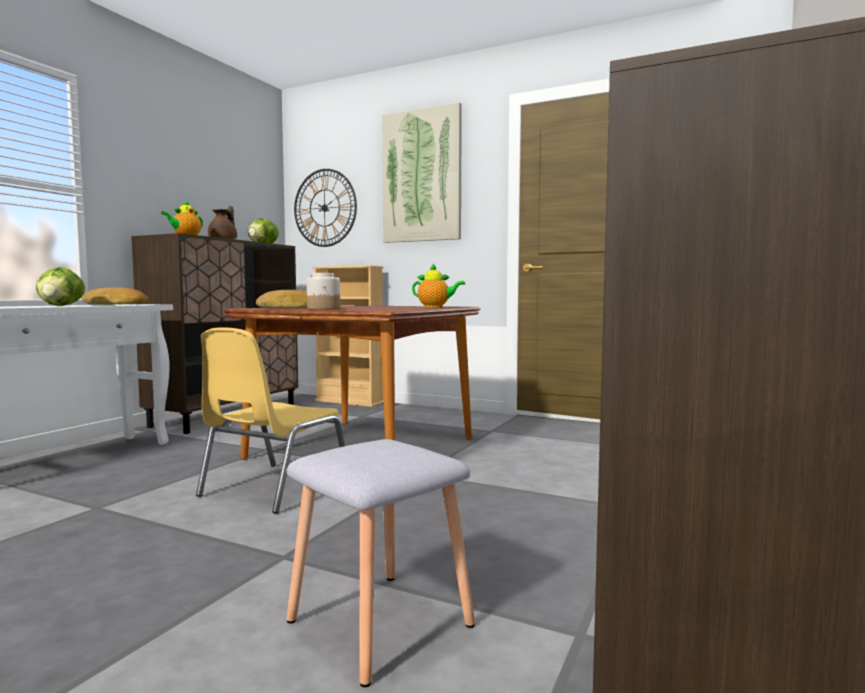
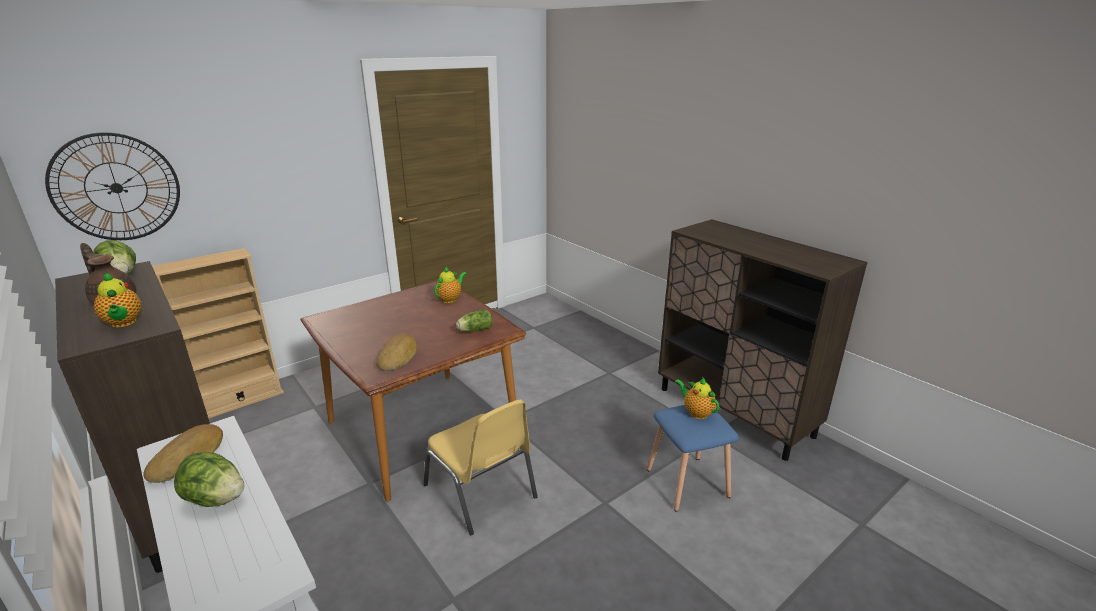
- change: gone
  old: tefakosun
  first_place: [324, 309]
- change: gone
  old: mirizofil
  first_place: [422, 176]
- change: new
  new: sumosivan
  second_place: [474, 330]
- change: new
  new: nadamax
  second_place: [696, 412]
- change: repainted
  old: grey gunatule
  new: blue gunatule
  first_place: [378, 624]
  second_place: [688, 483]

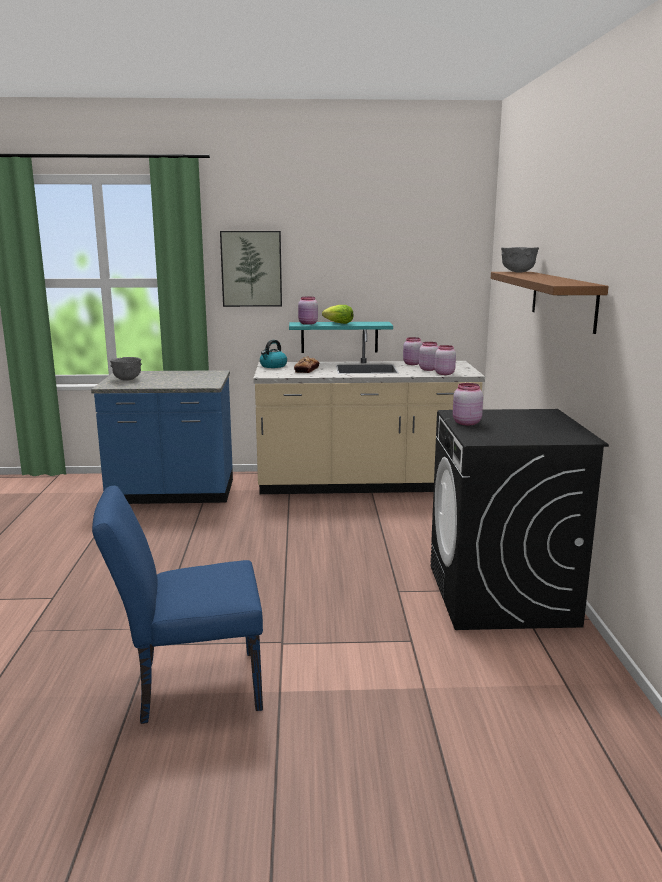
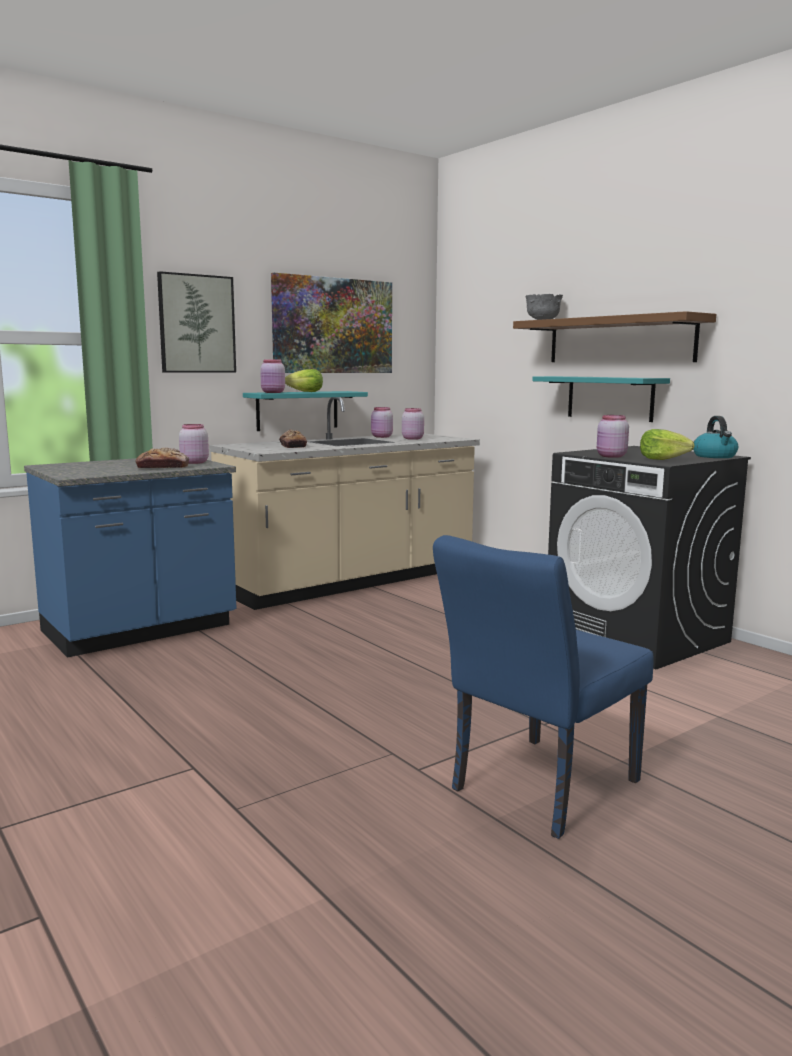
- change: gone
  old: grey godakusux
  first_place: [127, 380]
- change: new
  new: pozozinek
  second_place: [163, 467]
- change: new
  new: mirizofil
  second_place: [333, 326]
- change: new
  new: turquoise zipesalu
  second_place: [610, 398]
- change: new
  new: sumosivan
  second_place: [662, 459]
- change: shifted
  old: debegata
  first_place: [273, 366]
  second_place: [715, 456]
- change: shifted
  old: pink tefakosun
  first_place: [444, 373]
  second_place: [194, 462]

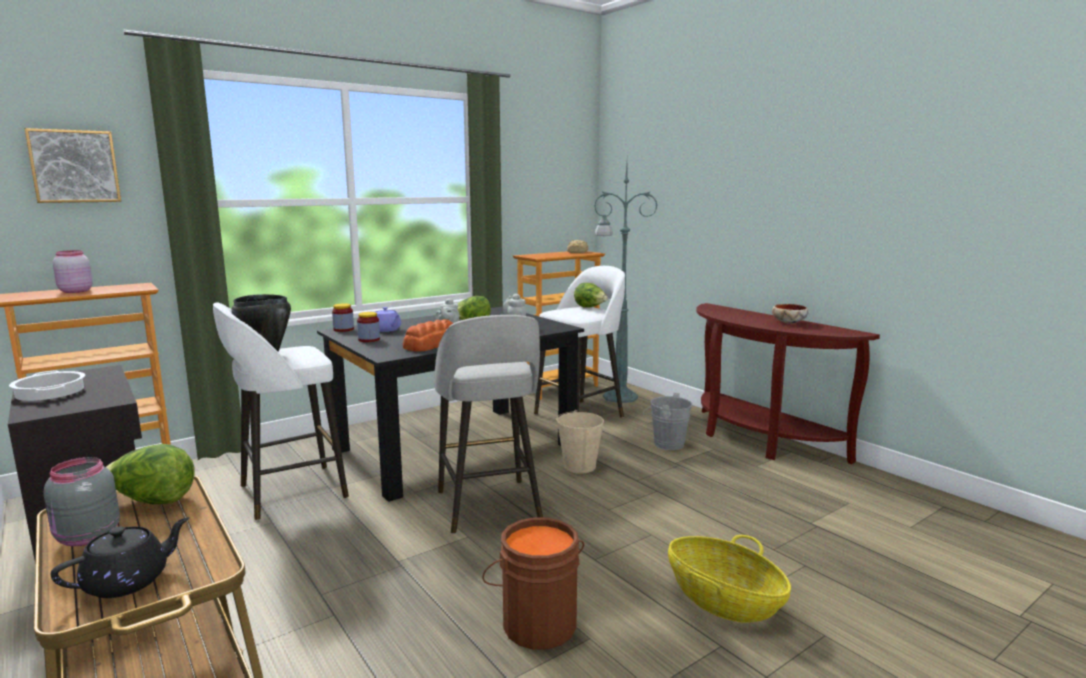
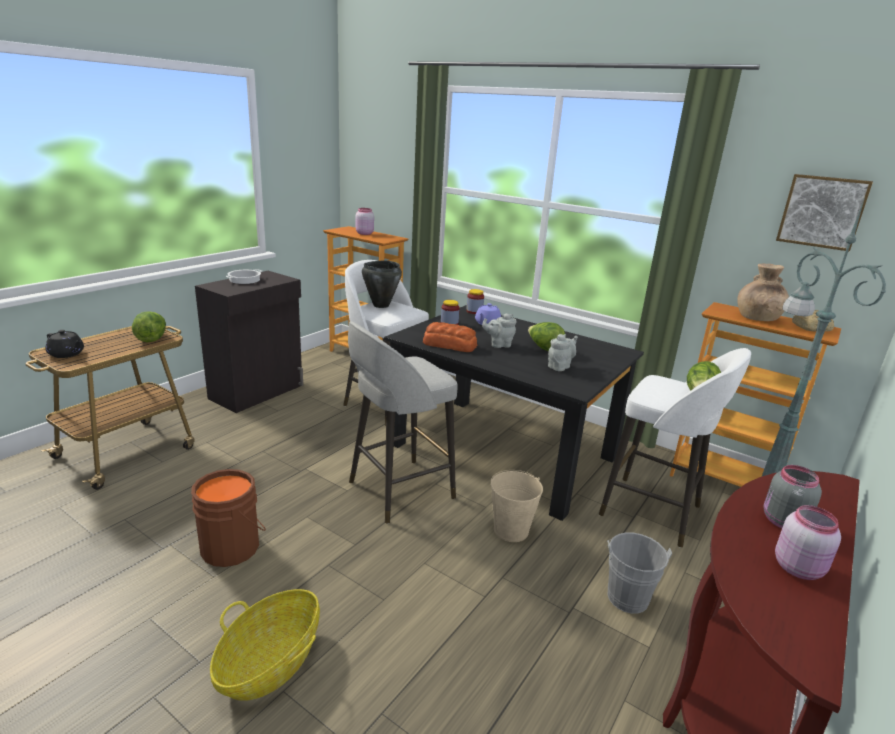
- change: new
  new: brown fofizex
  second_place: [757, 318]
- change: shifted
  old: mirizofil
  first_place: [74, 166]
  second_place: [822, 211]
- change: shifted
  old: grey tefakosun
  first_place: [86, 537]
  second_place: [782, 521]
- change: swapped
  old: godakusux
  new: pink tefakosun
  first_place: [789, 322]
  second_place: [799, 568]

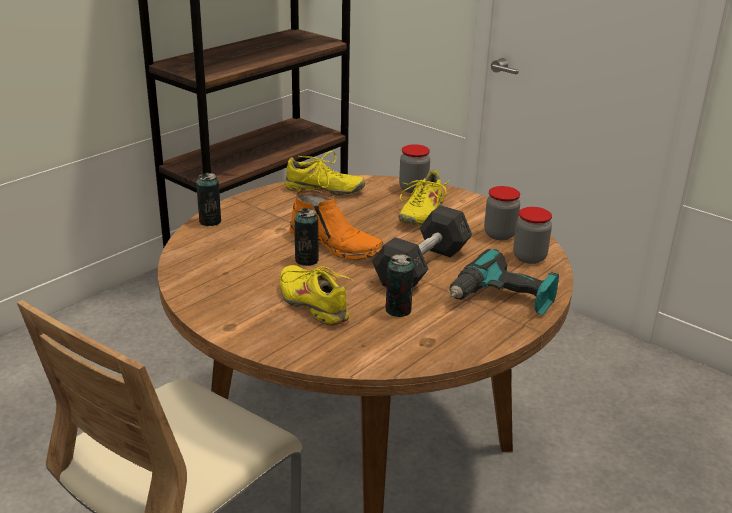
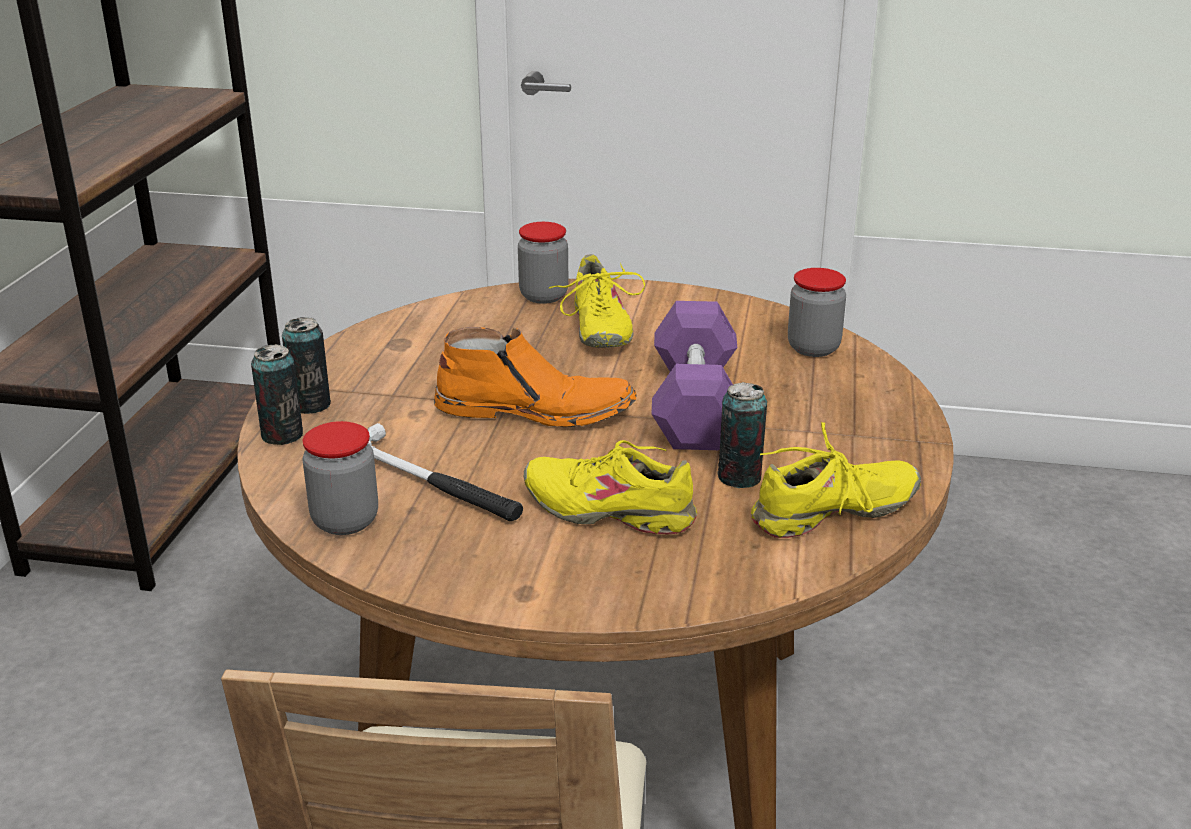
- change: gone
  old: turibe
  first_place: [502, 299]
- change: new
  new: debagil
  second_place: [428, 484]
- change: shifted
  old: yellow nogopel
  first_place: [324, 190]
  second_place: [834, 513]
- change: shifted
  old: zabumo
  first_place: [306, 260]
  second_place: [310, 405]
- change: shifted
  old: tefakosun
  first_place: [499, 234]
  second_place: [345, 521]
- change: repainted
  old: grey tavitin
  new: purple tavitin
  first_place: [422, 267]
  second_place: [695, 404]

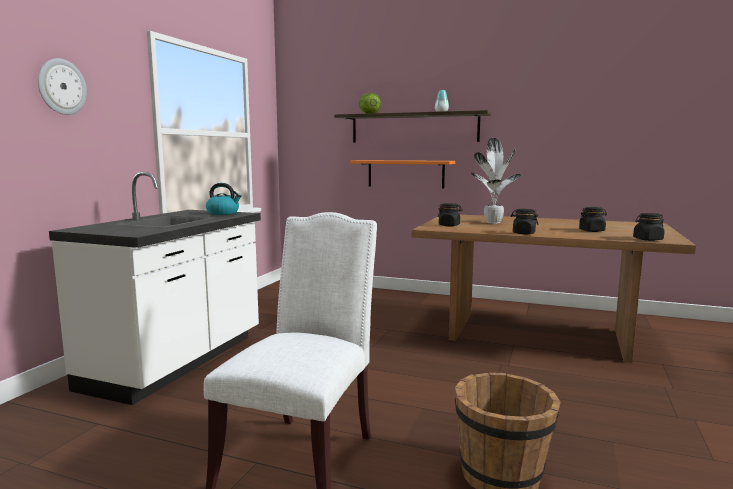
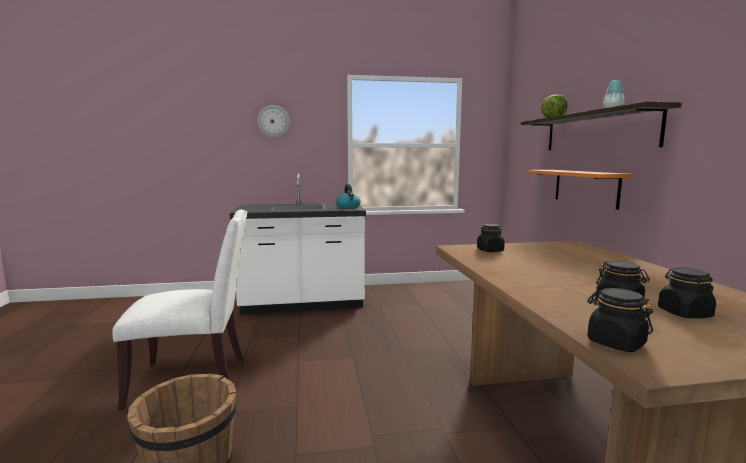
- change: gone
  old: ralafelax
  first_place: [493, 222]
- change: shifted
  old: black tefakosun
  first_place: [523, 233]
  second_place: [684, 313]

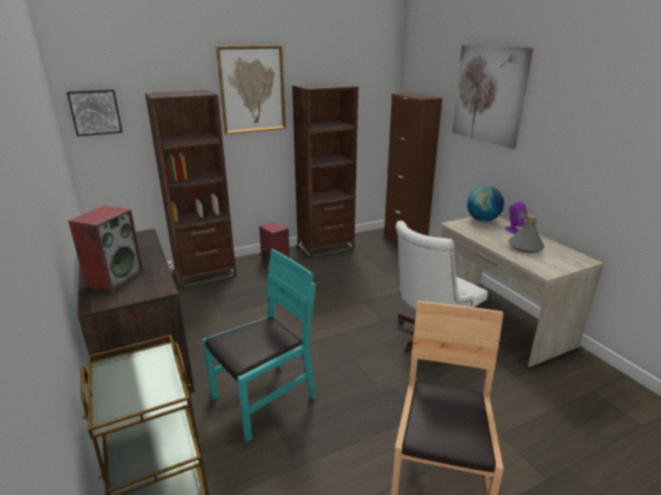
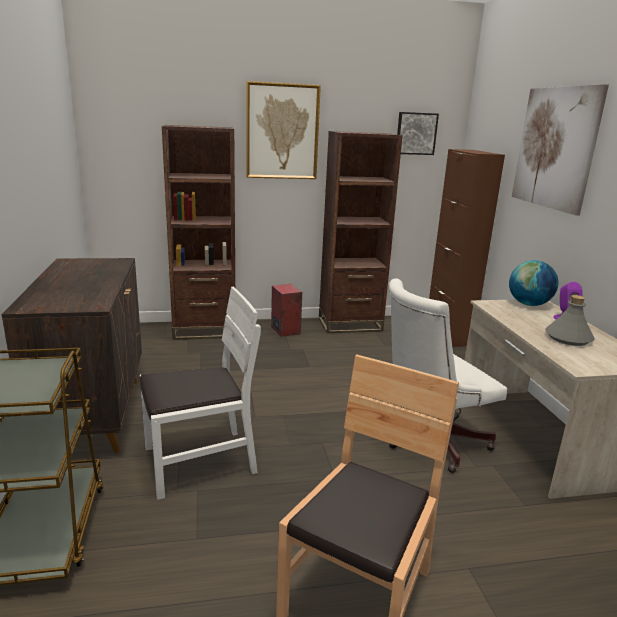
- change: gone
  old: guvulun
  first_place: [115, 278]
- change: shifted
  old: mirizofil
  first_place: [95, 112]
  second_place: [416, 133]
- change: repainted
  old: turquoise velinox
  new: white velinox
  first_place: [264, 399]
  second_place: [199, 461]

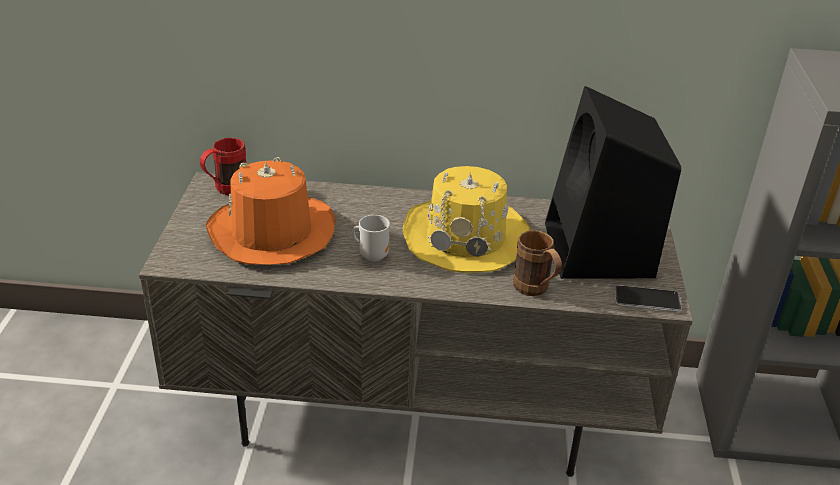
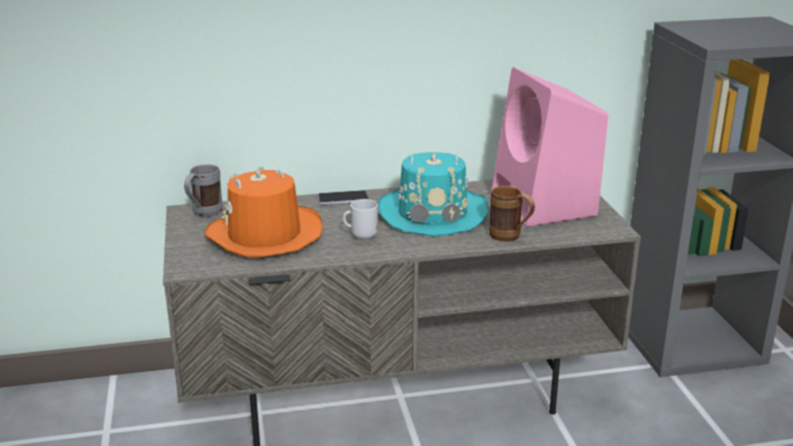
- change: shifted
  old: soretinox
  first_place: [647, 300]
  second_place: [343, 199]
- change: repainted
  old: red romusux
  new: grey romusux
  first_place: [225, 190]
  second_place: [203, 214]
- change: repainted
  old: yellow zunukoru
  new: turquoise zunukoru
  first_place: [466, 236]
  second_place: [433, 213]
- change: repainted
  old: black guvulun
  new: pink guvulun
  first_place: [600, 252]
  second_place: [545, 206]

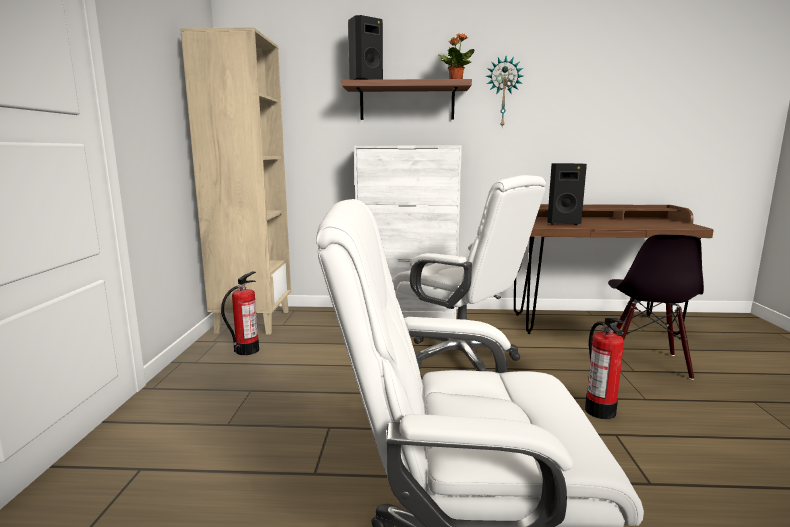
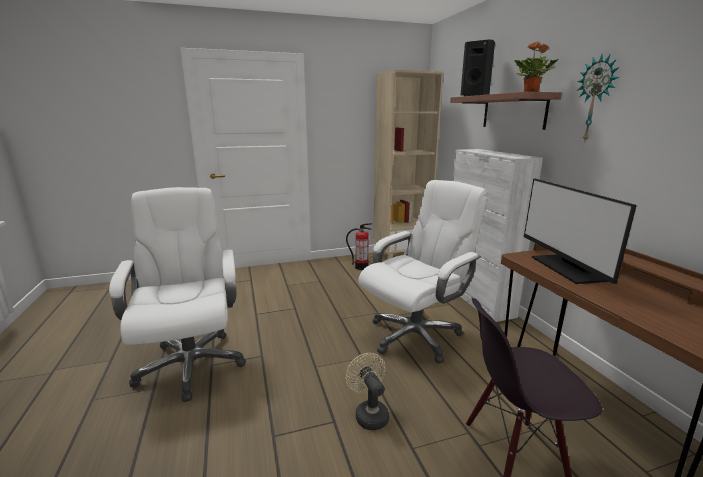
- change: swapped
  old: black guvulun
  new: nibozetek
  first_place: [562, 223]
  second_place: [568, 268]
- change: swapped
  old: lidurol
  new: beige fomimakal
  first_place: [600, 411]
  second_place: [369, 413]
- change: rotated
  old: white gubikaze
  first_place: [461, 357]
  second_place: [415, 335]
  degrees: -150

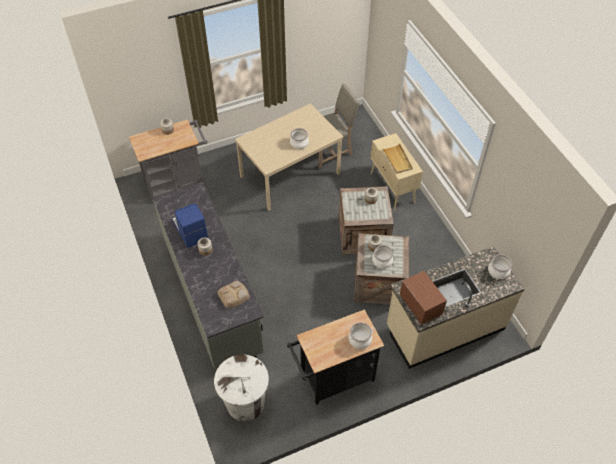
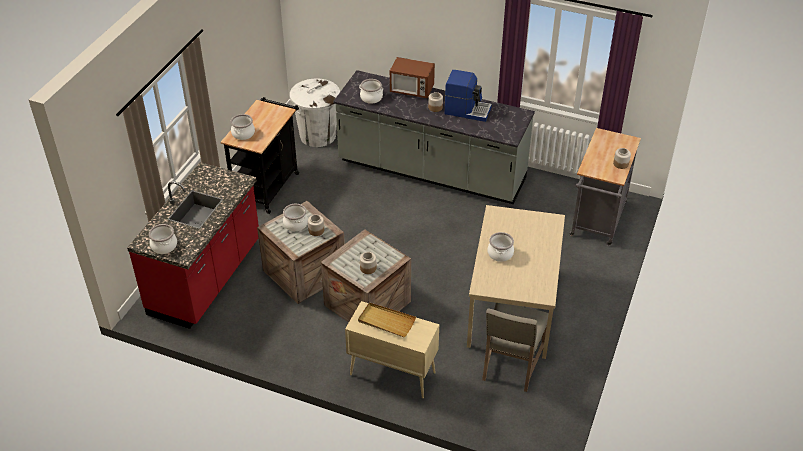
- change: shifted
  old: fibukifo
  first_place: [421, 305]
  second_place: [411, 90]
- change: swapped
  old: pozozinek
  new: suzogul
  first_place: [234, 295]
  second_place: [371, 98]
- change: repainted
  old: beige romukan
  new: red romukan
  first_place: [444, 327]
  second_place: [207, 278]

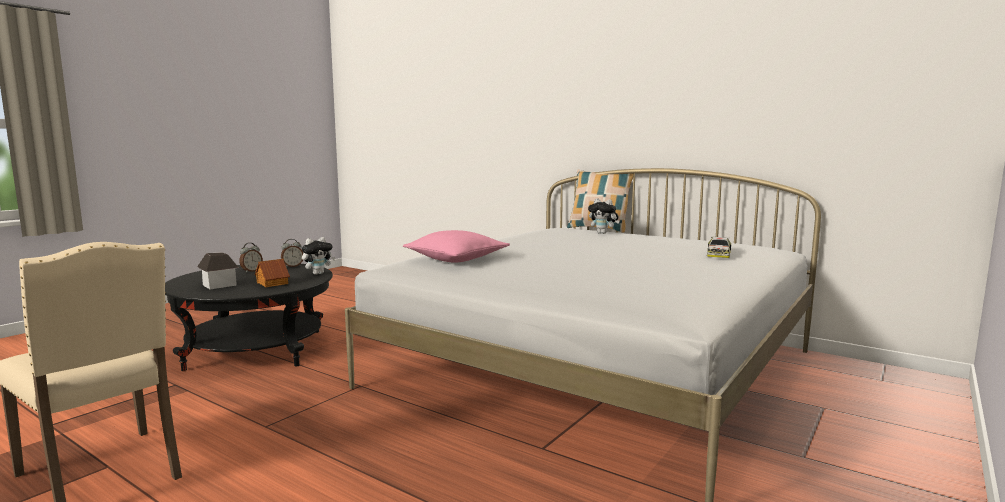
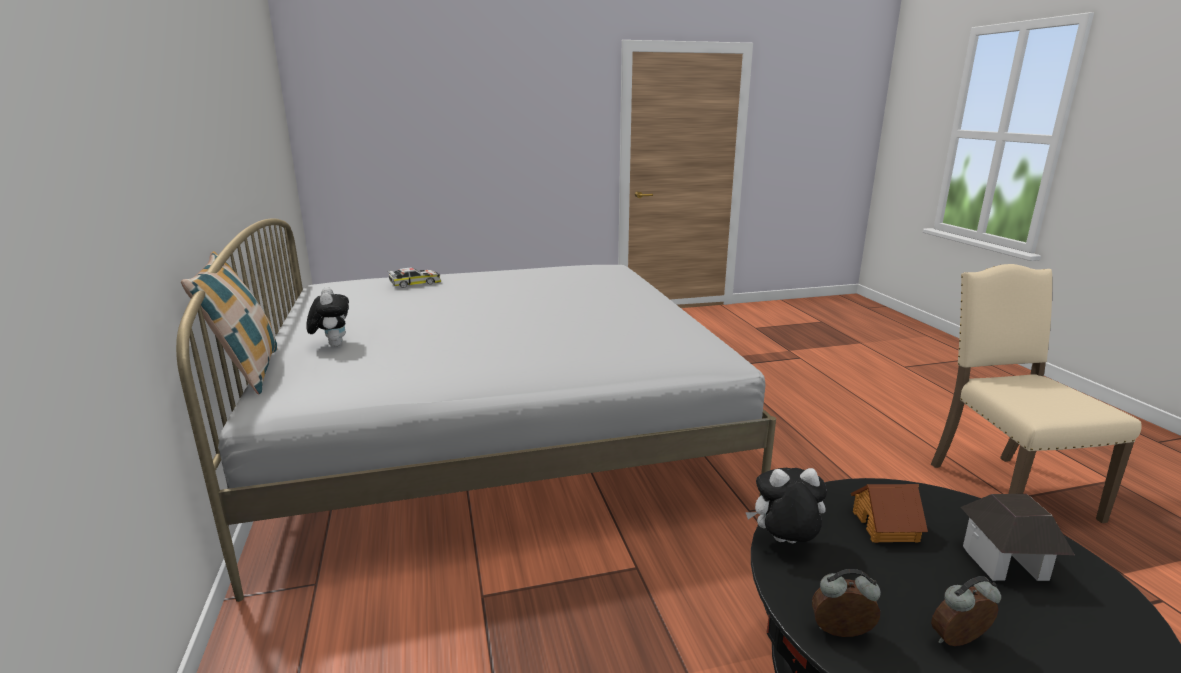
- change: gone
  old: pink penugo
  first_place: [456, 259]

